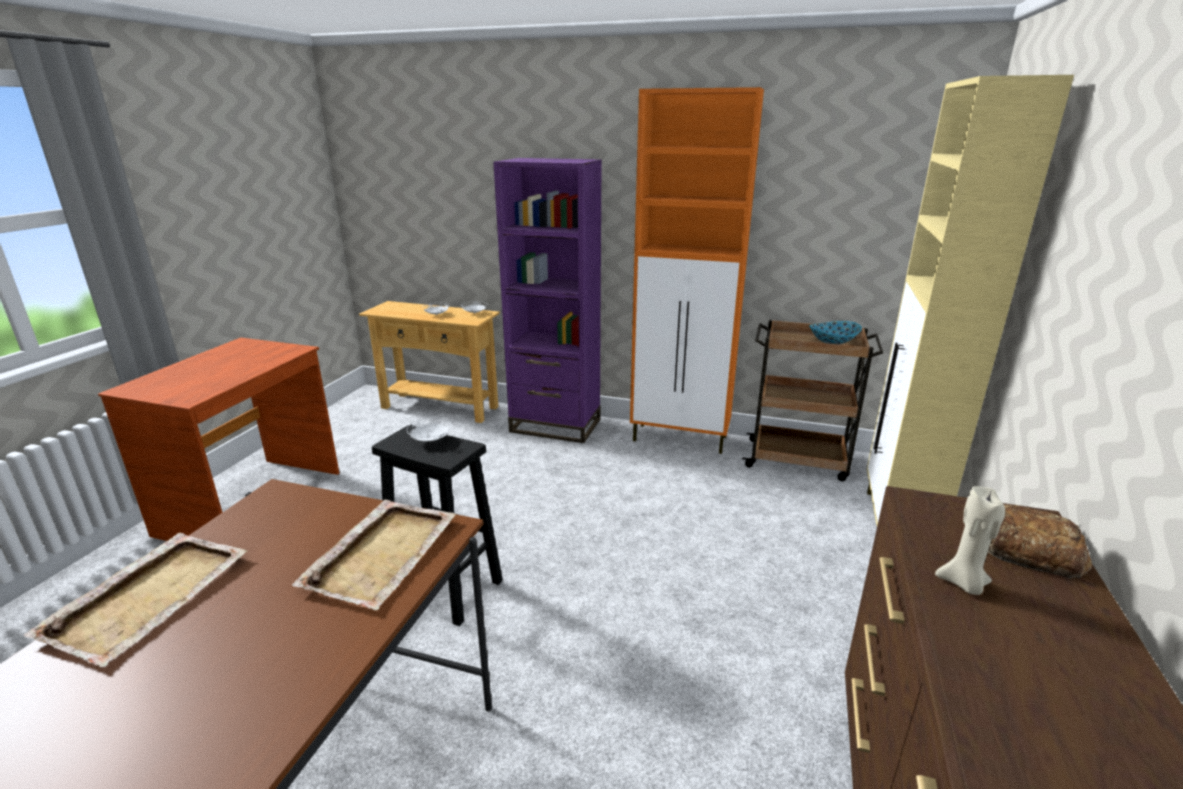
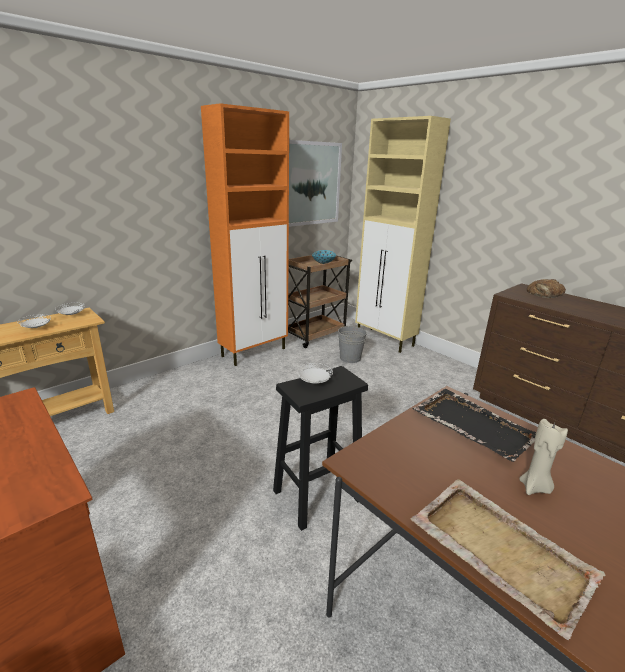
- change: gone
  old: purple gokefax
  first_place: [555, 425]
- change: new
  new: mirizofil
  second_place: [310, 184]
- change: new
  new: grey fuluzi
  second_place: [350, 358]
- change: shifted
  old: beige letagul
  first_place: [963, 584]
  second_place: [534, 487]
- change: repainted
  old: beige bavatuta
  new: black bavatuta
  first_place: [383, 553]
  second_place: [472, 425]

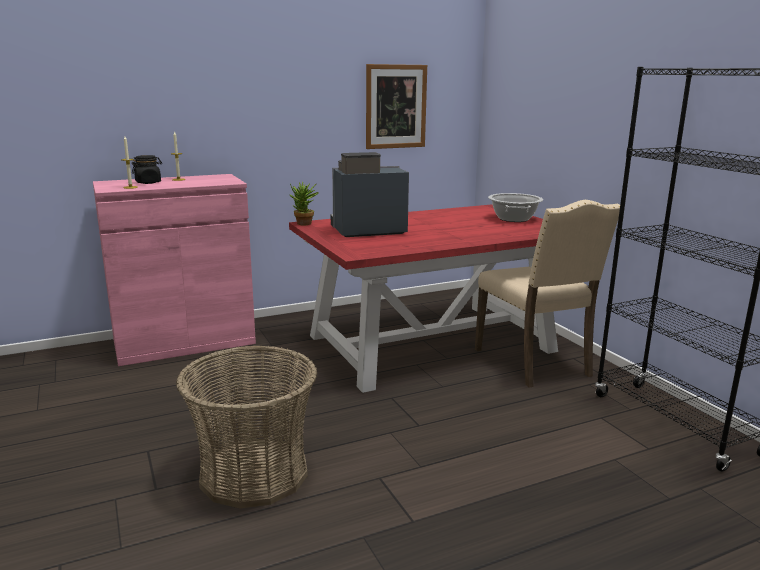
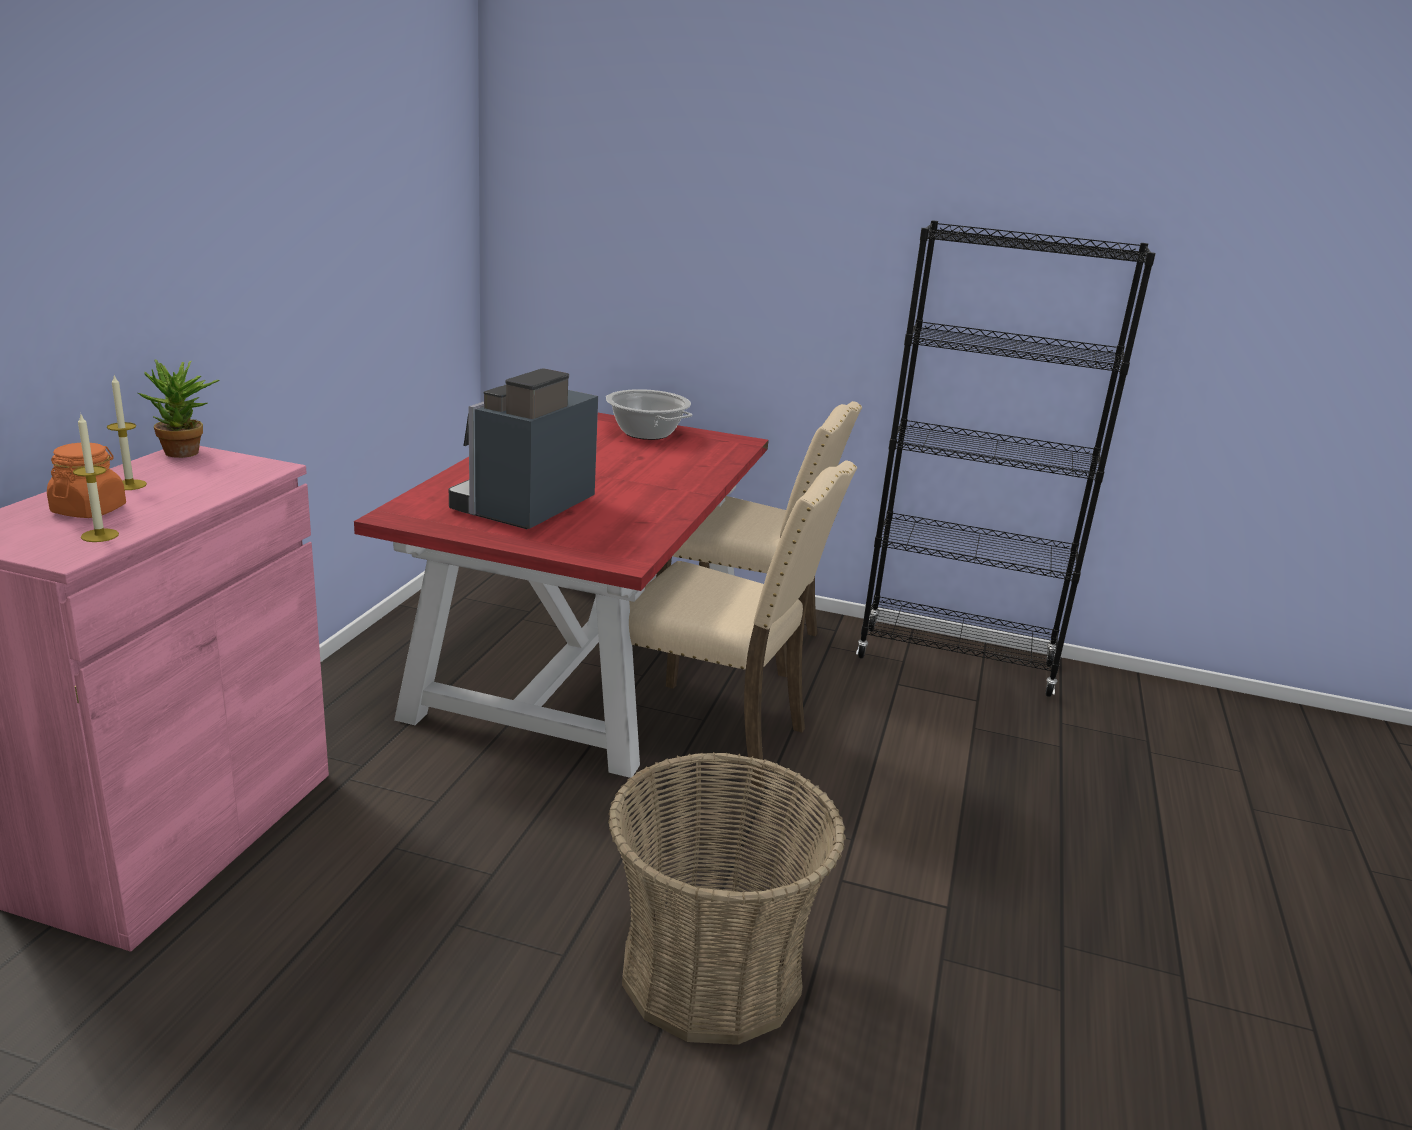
- change: gone
  old: mirizofil
  first_place: [396, 106]
- change: new
  new: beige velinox
  second_place: [714, 736]
- change: shifted
  old: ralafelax
  first_place: [304, 224]
  second_place: [186, 454]
- change: repainted
  old: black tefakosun
  new: orange tefakosun
  first_place: [148, 182]
  second_place: [89, 510]

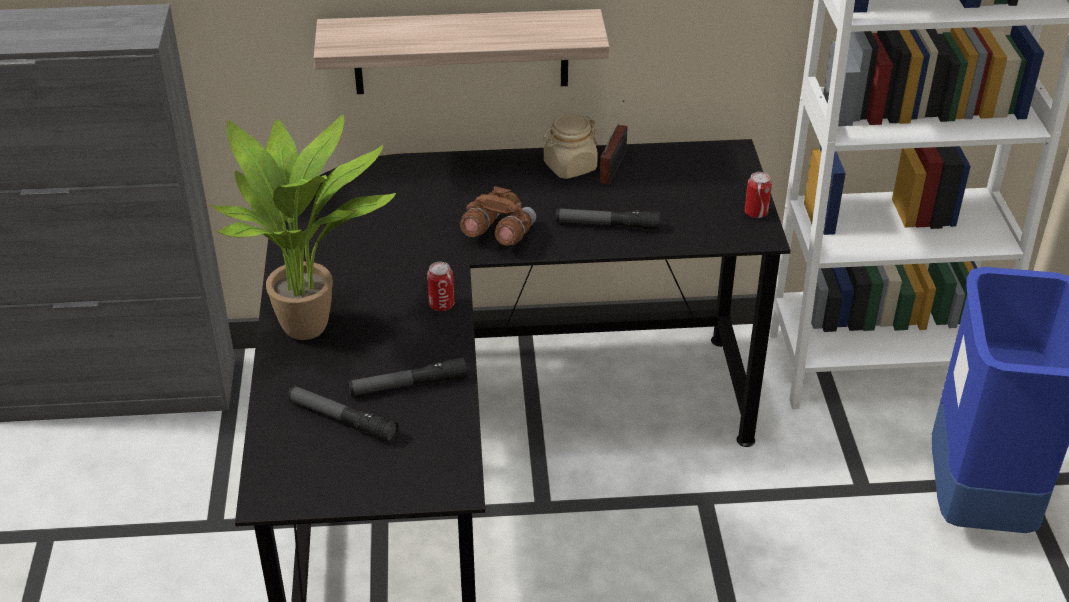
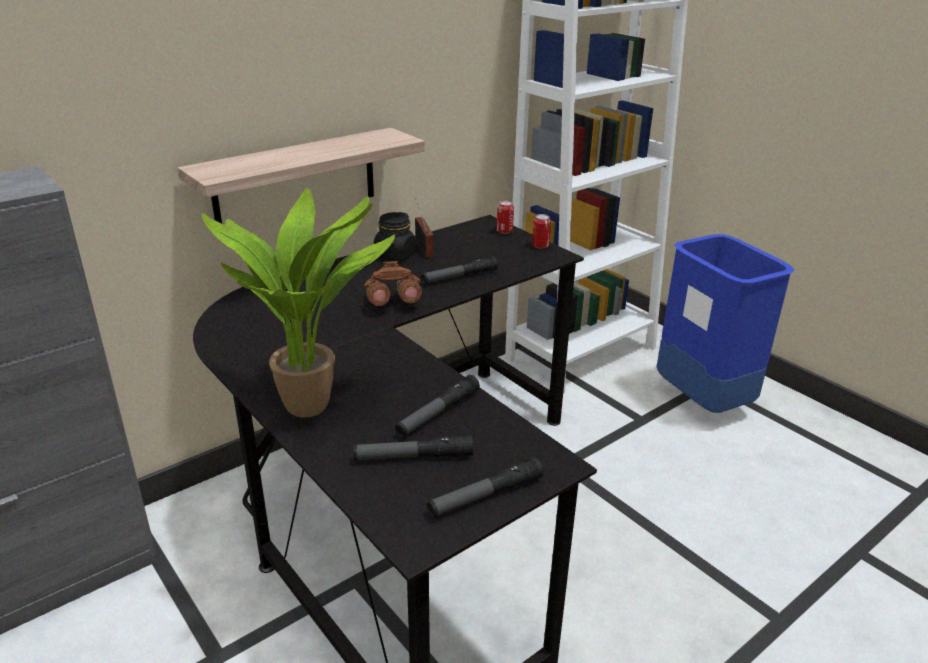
- change: new
  new: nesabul
  second_place: [485, 496]
- change: shifted
  old: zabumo
  first_place: [441, 305]
  second_place: [504, 231]
- change: repainted
  old: beige tefakosun
  new: black tefakosun
  first_place: [570, 167]
  second_place: [395, 255]

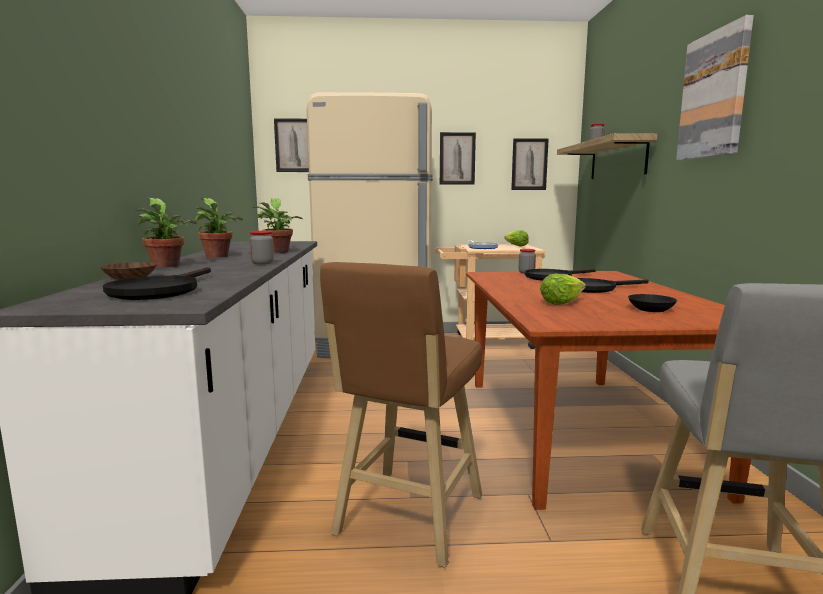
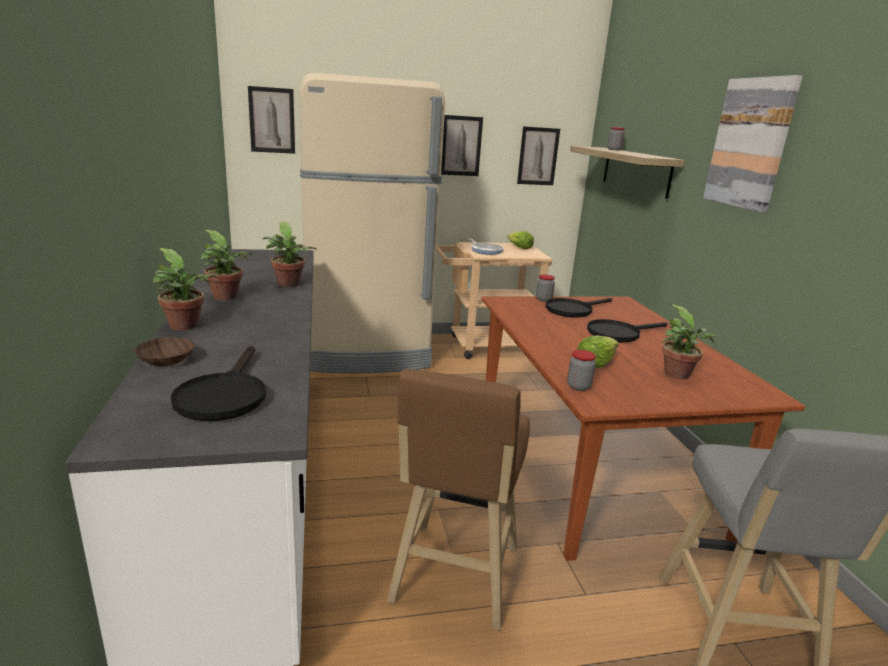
- change: shifted
  old: tefakosun
  first_place: [262, 263]
  second_place: [578, 386]
- change: swapped
  old: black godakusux
  new: ralafelax
  first_place: [650, 309]
  second_place: [679, 375]

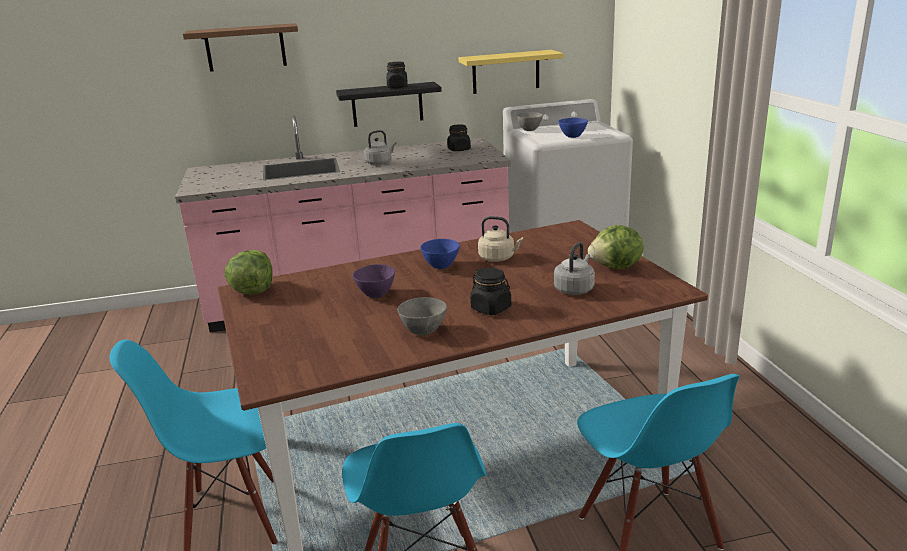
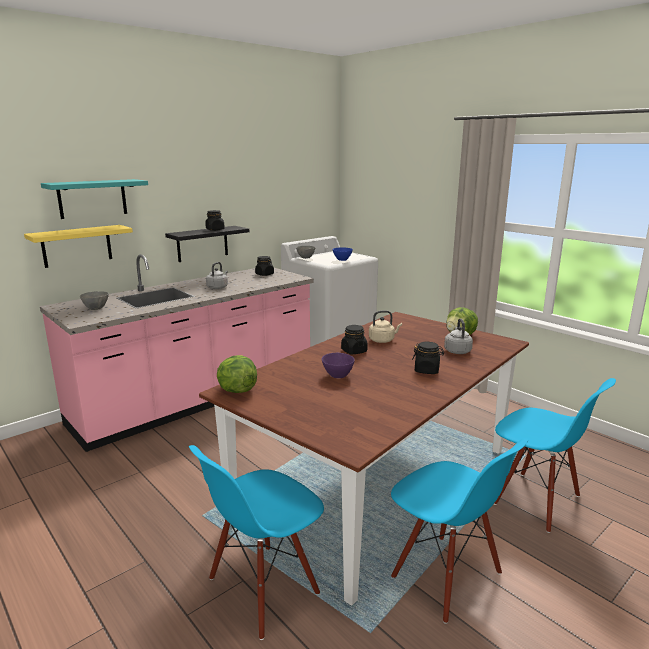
- change: shifted
  old: grey godakusux
  first_place: [424, 331]
  second_place: [96, 308]
- change: shifted
  old: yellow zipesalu
  first_place: [506, 72]
  second_place: [77, 246]
- change: swapped
  old: blue godakusux
  new: black tefakosun
  first_place: [441, 266]
  second_place: [354, 351]
- change: repainted
  old: brown zipesalu
  new: turquoise zipesalu
  first_place: [245, 47]
  second_place: [92, 198]

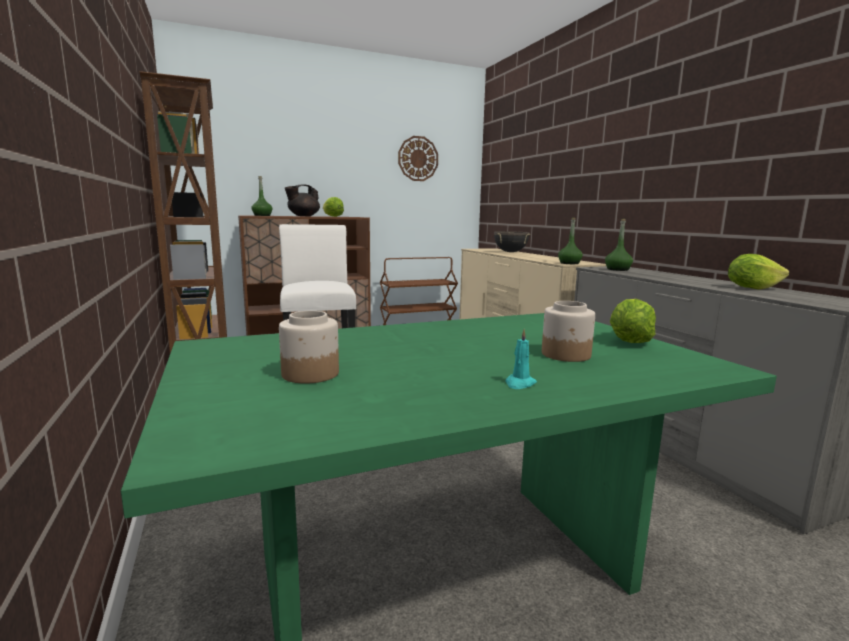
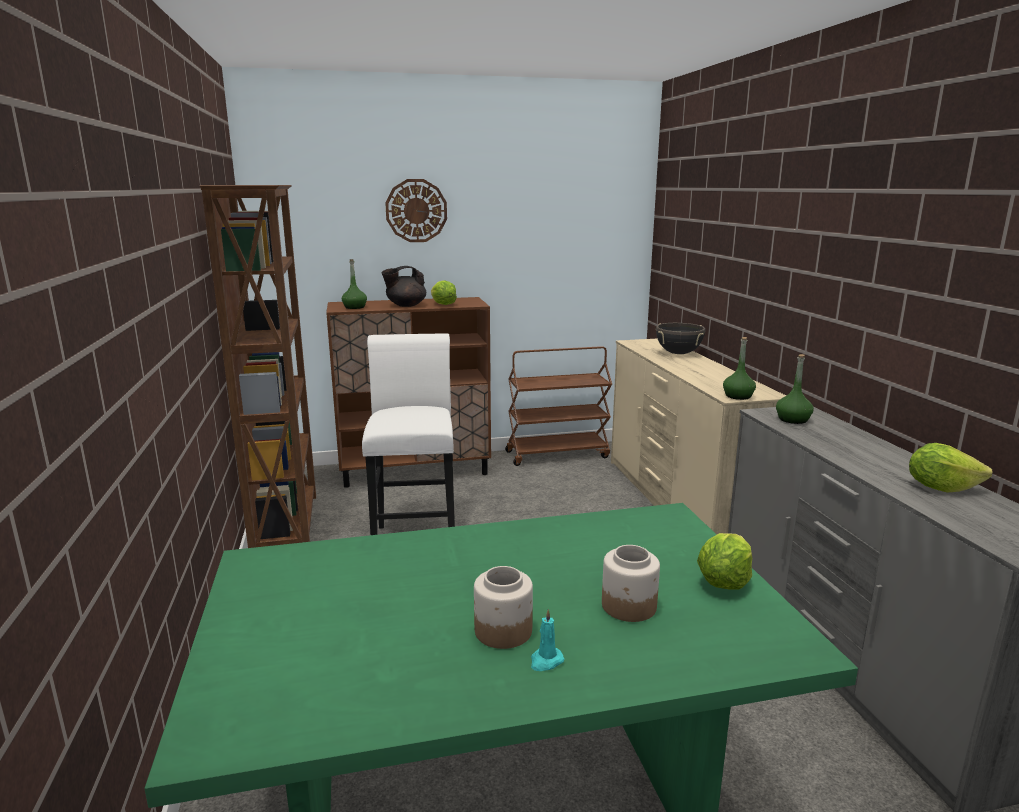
- change: shifted
  old: tefakosun
  first_place: [310, 374]
  second_place: [502, 631]
- change: shifted
  old: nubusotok
  first_place: [418, 158]
  second_place: [416, 210]

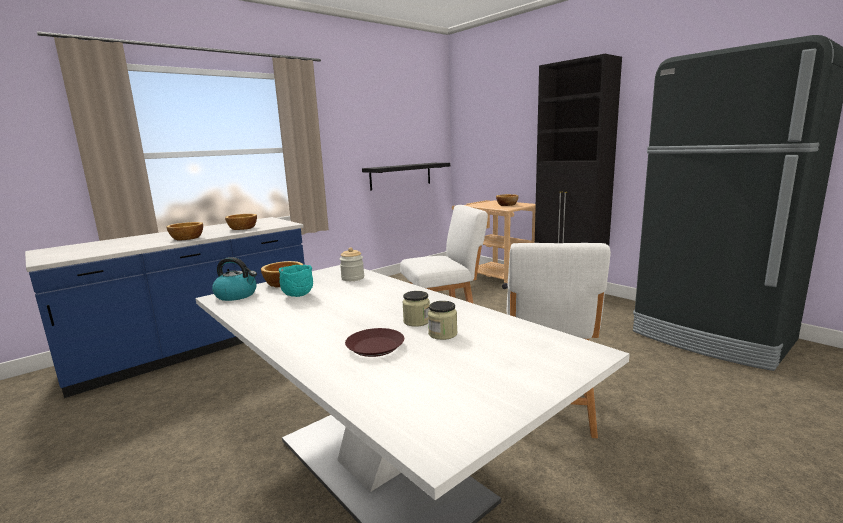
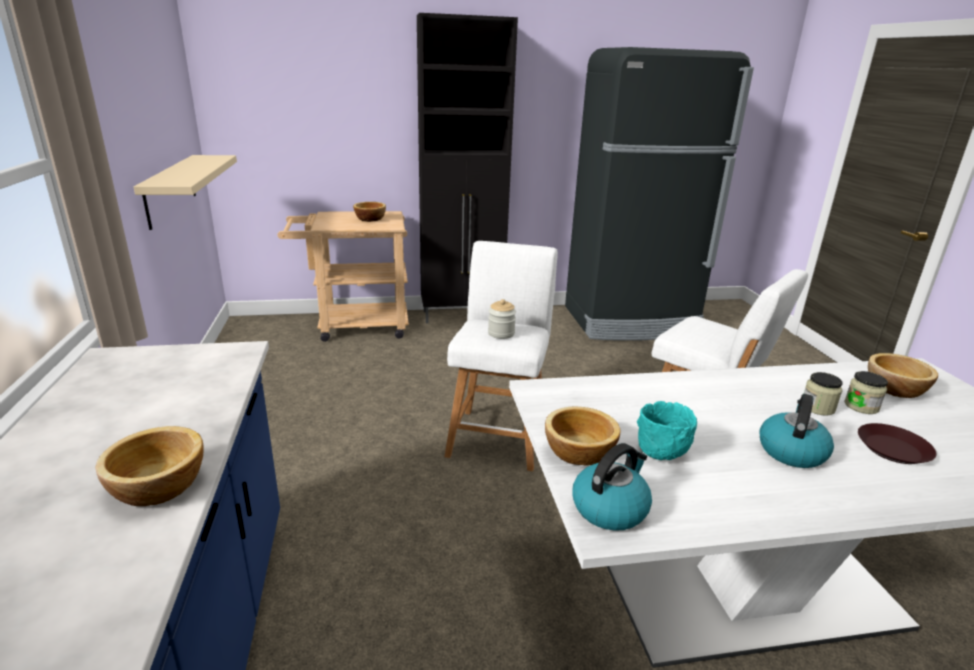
- change: new
  new: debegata
  second_place: [791, 451]
- change: shifted
  old: godakusux
  first_place: [242, 228]
  second_place: [895, 389]
- change: shifted
  old: tefakosun
  first_place: [352, 278]
  second_place: [501, 333]
- change: repainted
  old: black zipesalu
  new: beige zipesalu
  first_place: [401, 176]
  second_place: [170, 190]

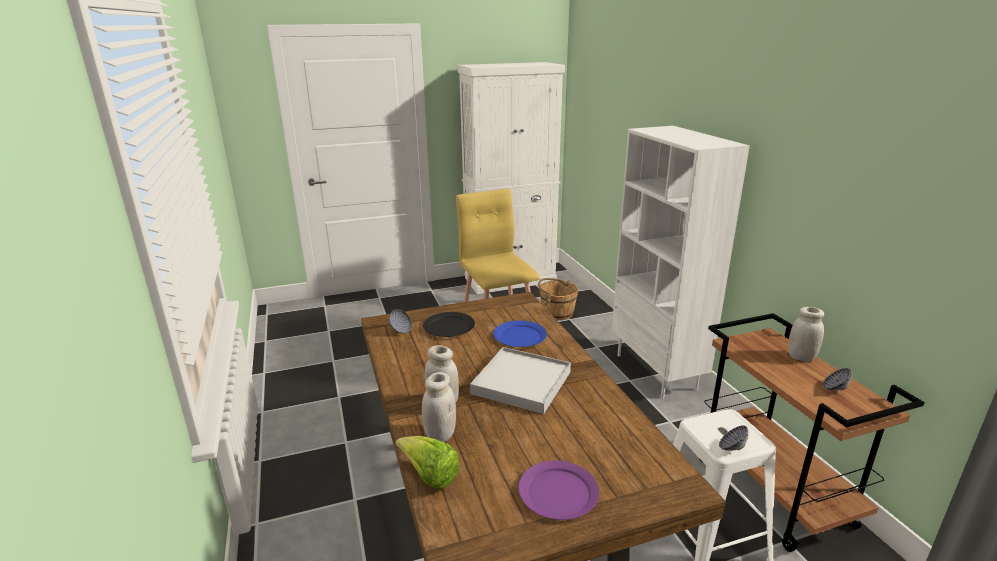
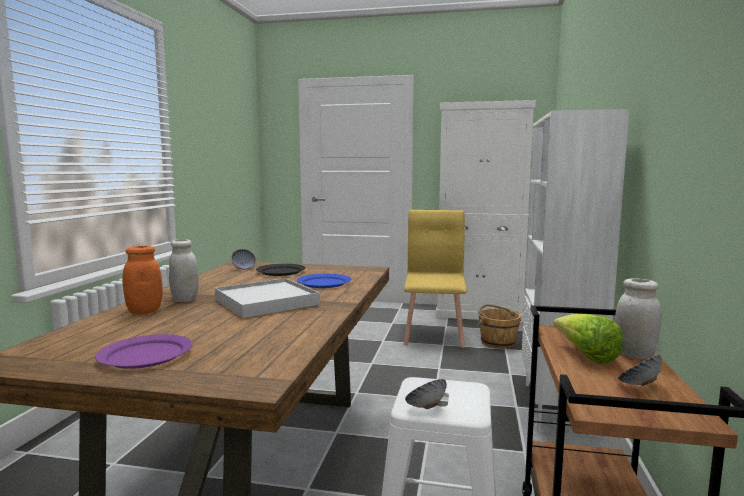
- change: shifted
  old: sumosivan
  first_place: [429, 476]
  second_place: [586, 356]
- change: repainted
  old: white tefakosun
  new: orange tefakosun
  first_place: [440, 435]
  second_place: [144, 311]

